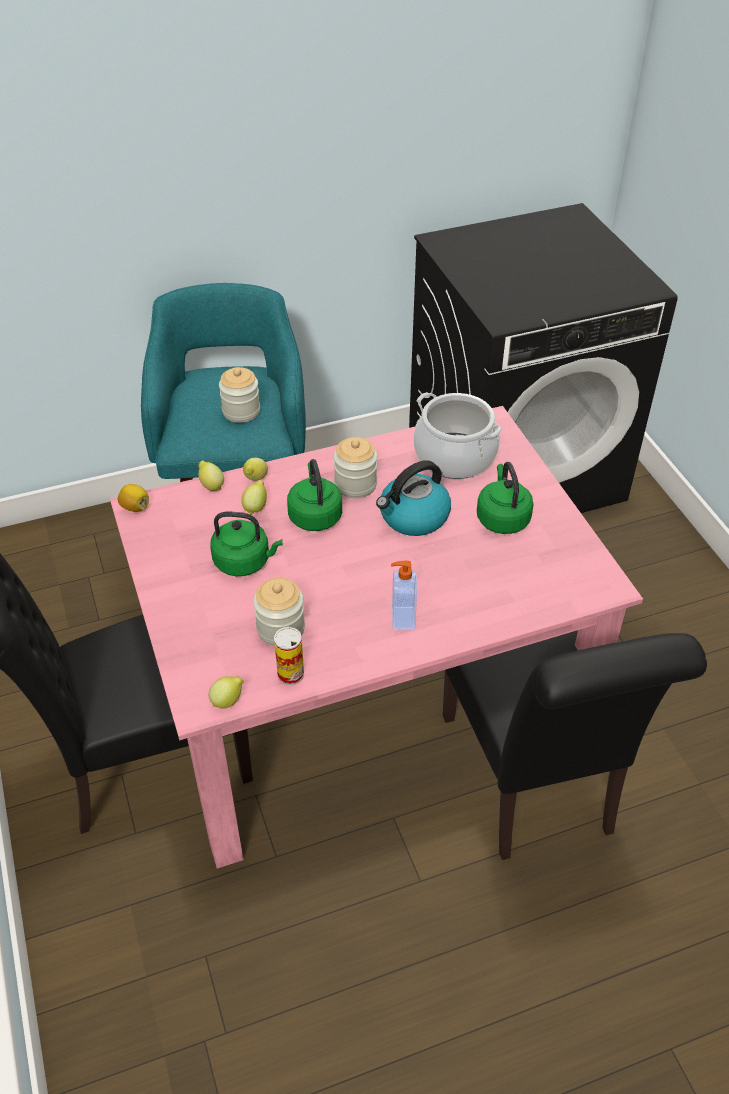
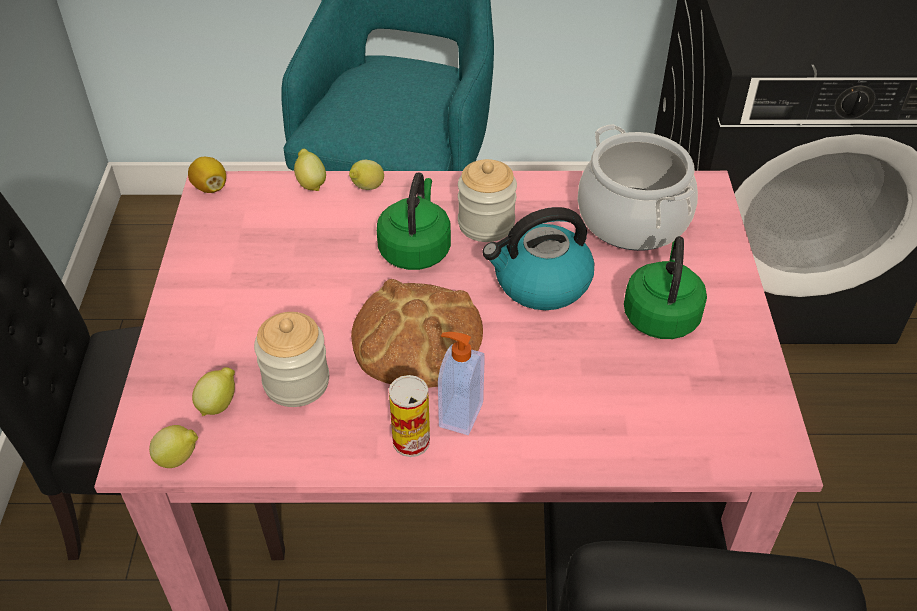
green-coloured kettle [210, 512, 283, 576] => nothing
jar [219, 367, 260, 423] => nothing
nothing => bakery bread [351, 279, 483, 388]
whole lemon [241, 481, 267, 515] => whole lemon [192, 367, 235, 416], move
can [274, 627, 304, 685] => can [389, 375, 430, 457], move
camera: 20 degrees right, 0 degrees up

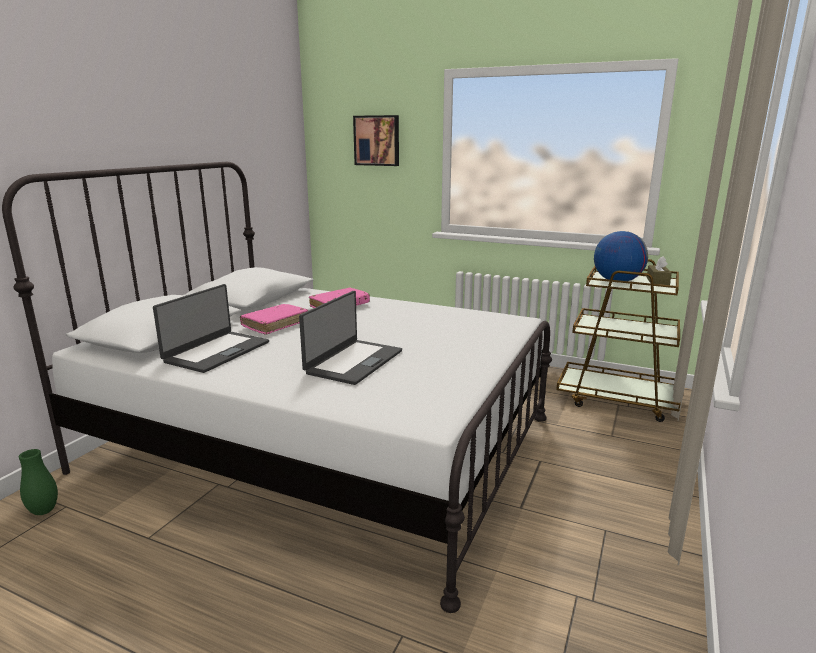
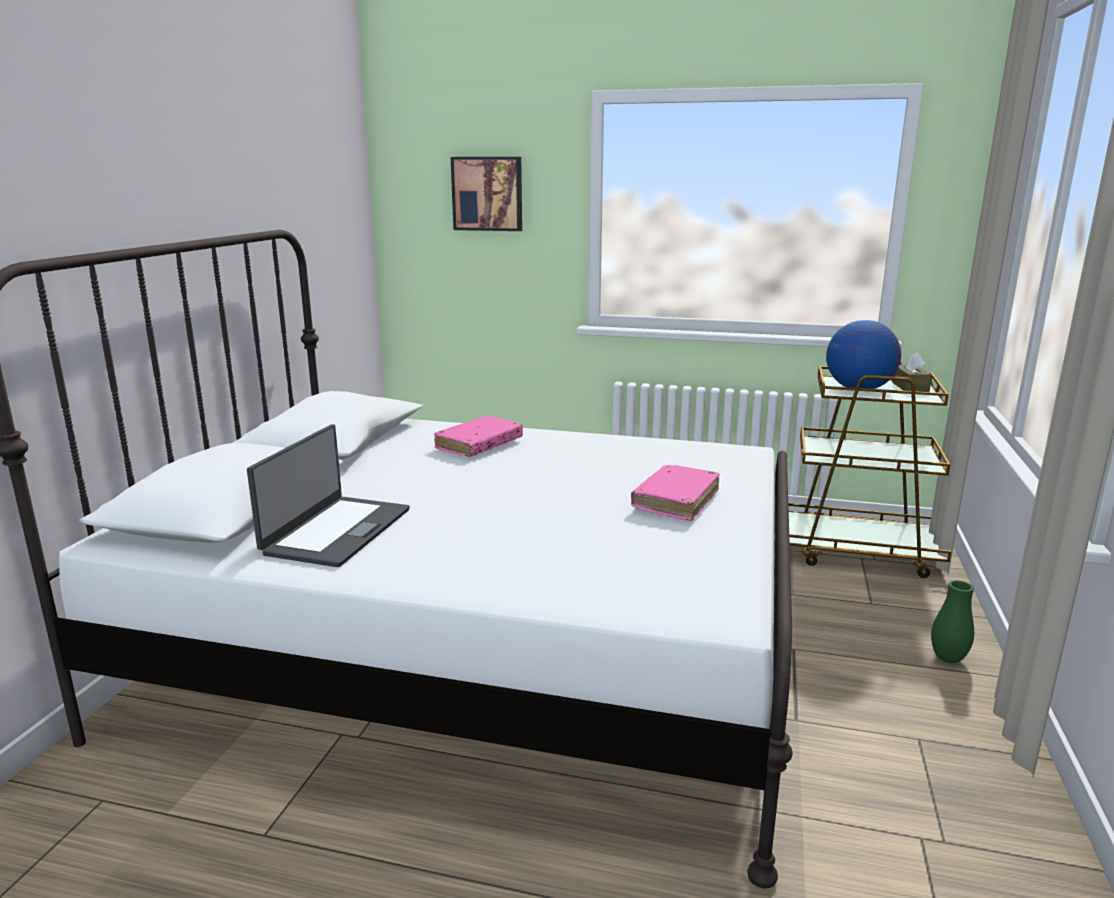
notebook computer [299, 291, 402, 385] => nothing
green-coloured flower vase [19, 449, 58, 515] => green-coloured flower vase [931, 580, 974, 663], move
pink-coloured bound book [240, 304, 308, 335] => pink-coloured bound book [631, 465, 720, 521], move
camera: 10 degrees left, 0 degrees up

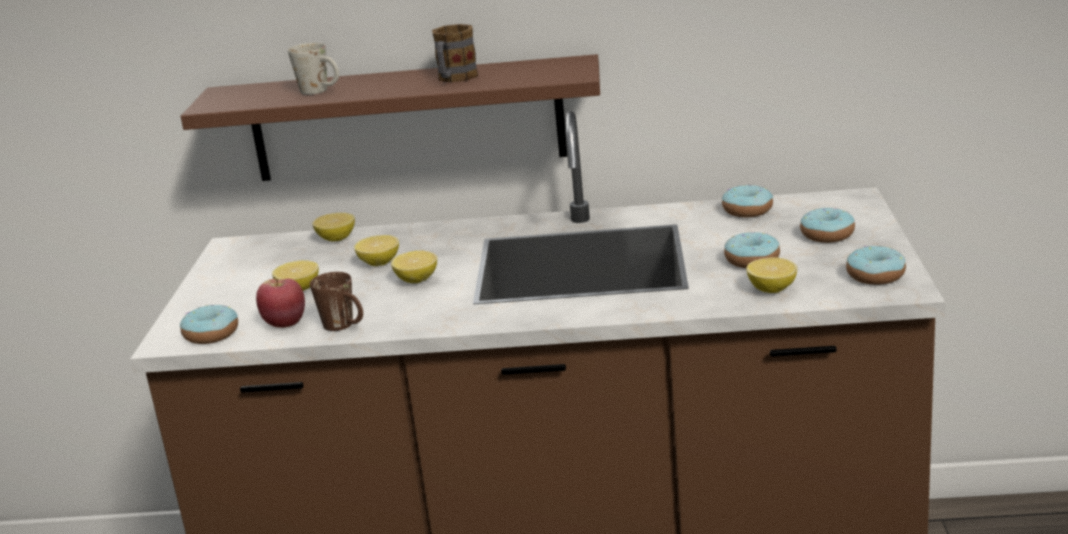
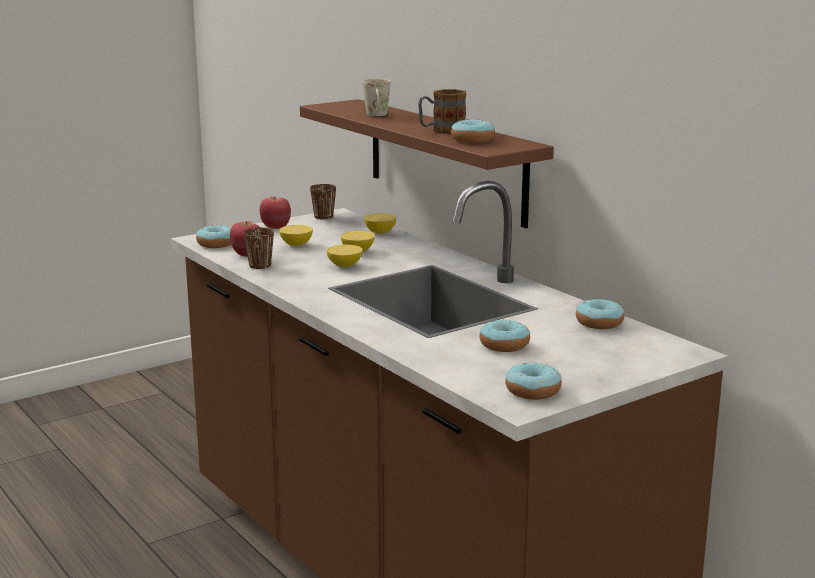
whole lemon [746, 257, 797, 293] => nothing
nothing => apple fruit [260, 196, 291, 229]
nothing => brownish mug [310, 184, 336, 219]
ring doughnut [800, 208, 855, 243] => ring doughnut [451, 120, 495, 143], move
camera: 50 degrees right, 5 degrees down

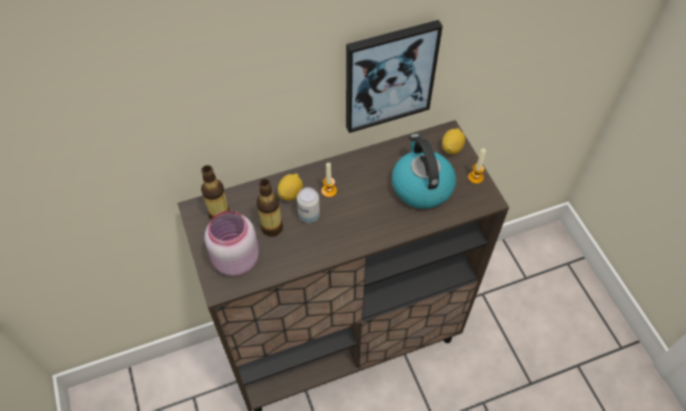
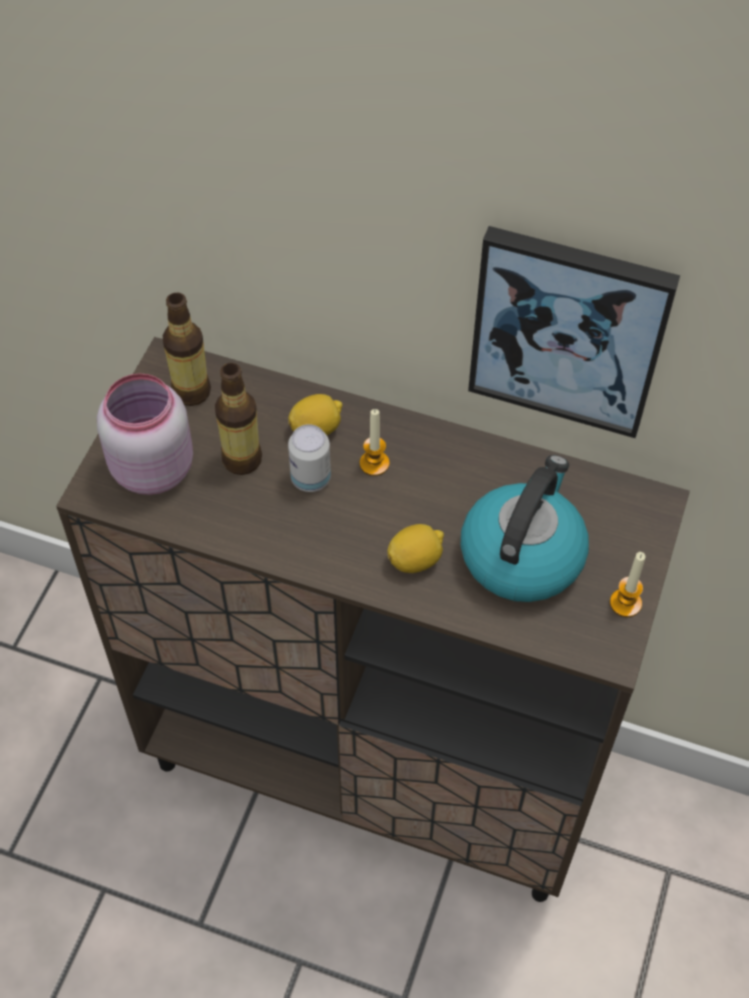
whole lemon [442, 128, 465, 154] => whole lemon [387, 524, 444, 573], move
camera: 40 degrees right, 0 degrees up

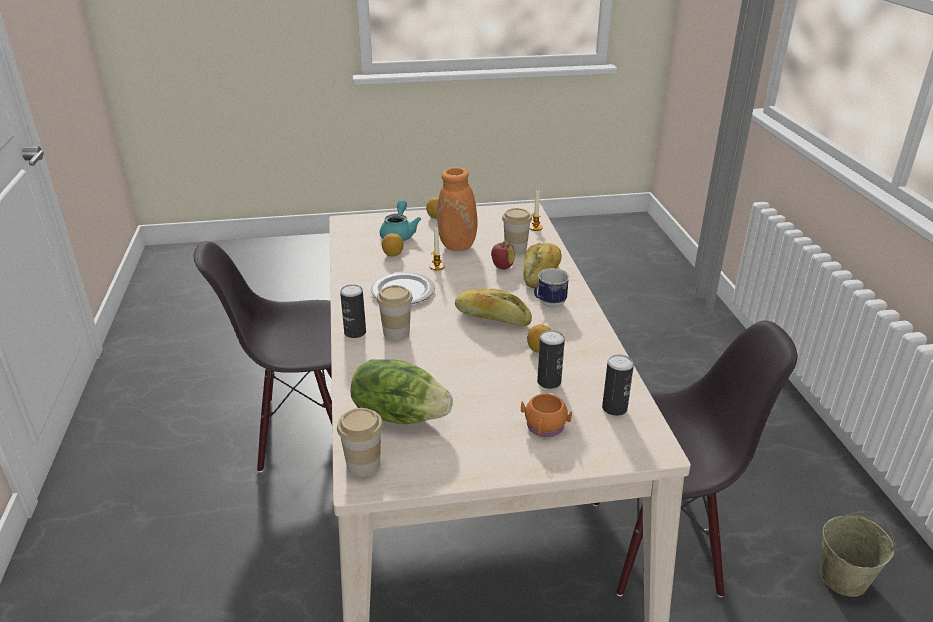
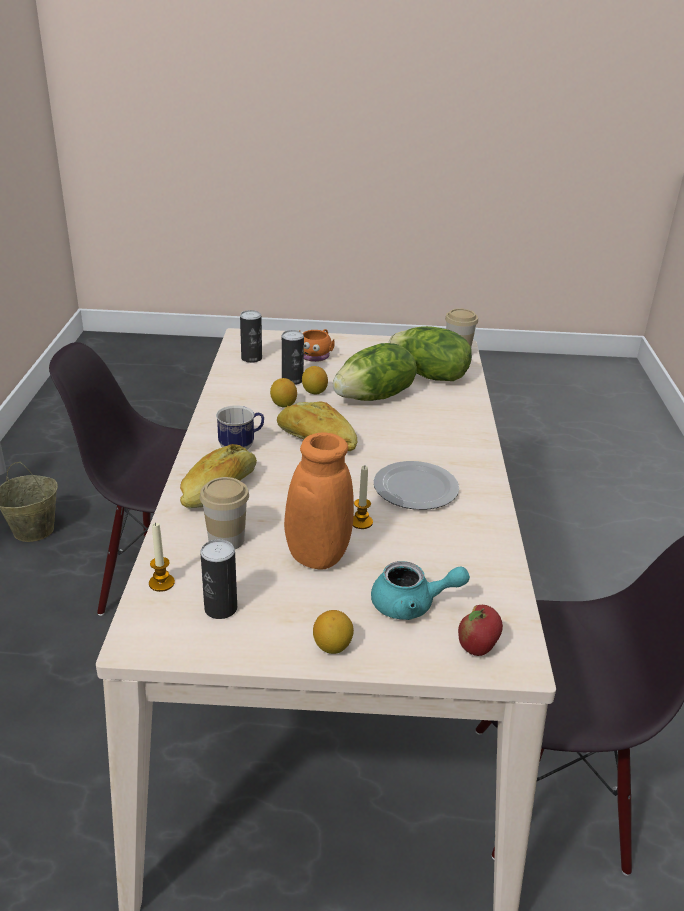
drinking cup [377, 285, 413, 340] => nothing
nothing => lettuce head [333, 343, 417, 401]
can [340, 284, 366, 338] => can [200, 539, 237, 619], move
whole lemon [382, 233, 404, 256] => whole lemon [302, 366, 328, 395], move
apple fruit [491, 241, 515, 270] => apple fruit [458, 605, 503, 656], move
turquoise pot for tea [379, 200, 421, 241] => turquoise pot for tea [371, 561, 470, 620], 105 degrees counterclockwise
camera: 170 degrees left, 0 degrees up

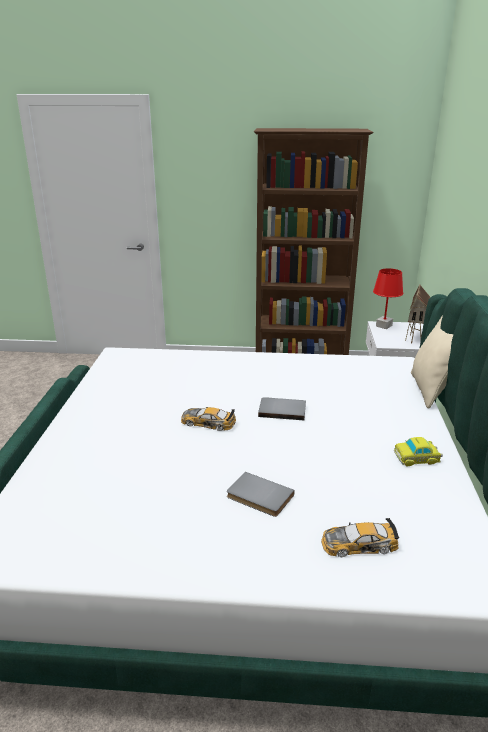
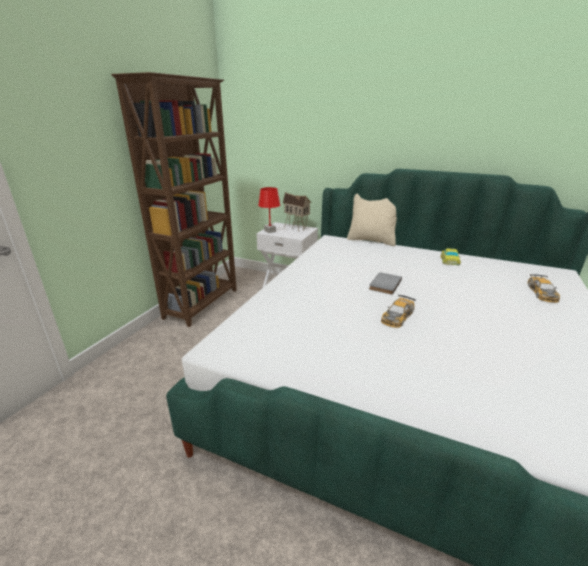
greyish bound book [227, 472, 295, 517] => nothing
camera: 70 degrees left, 0 degrees up

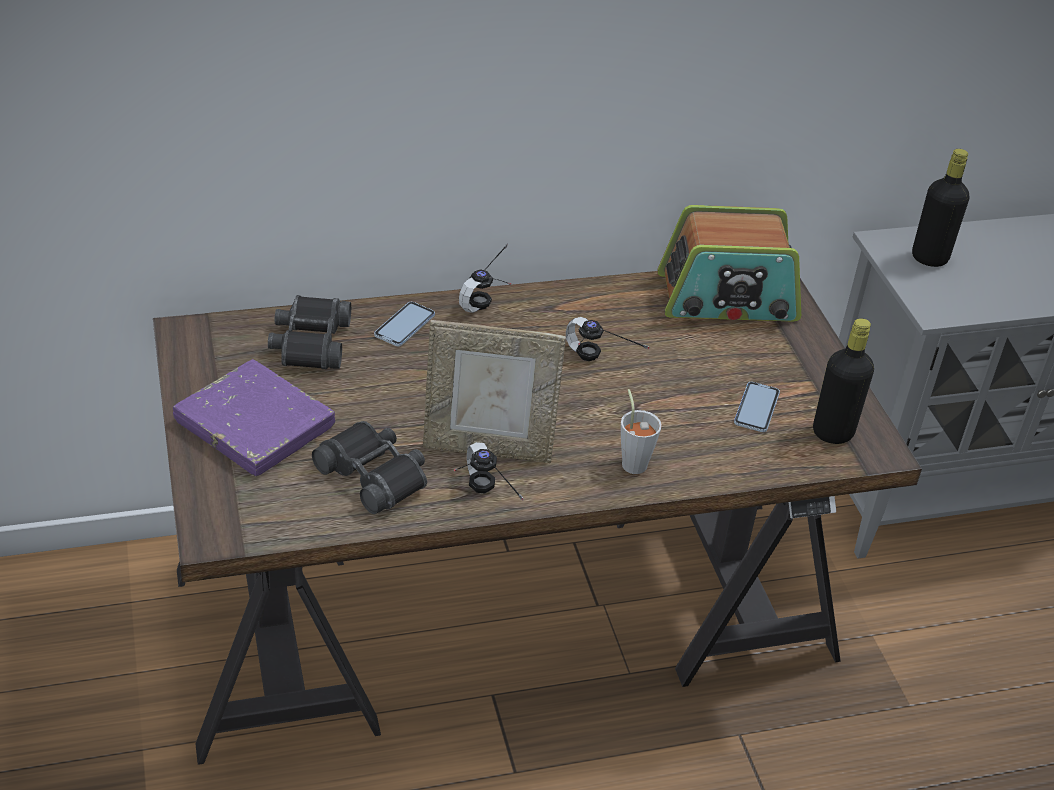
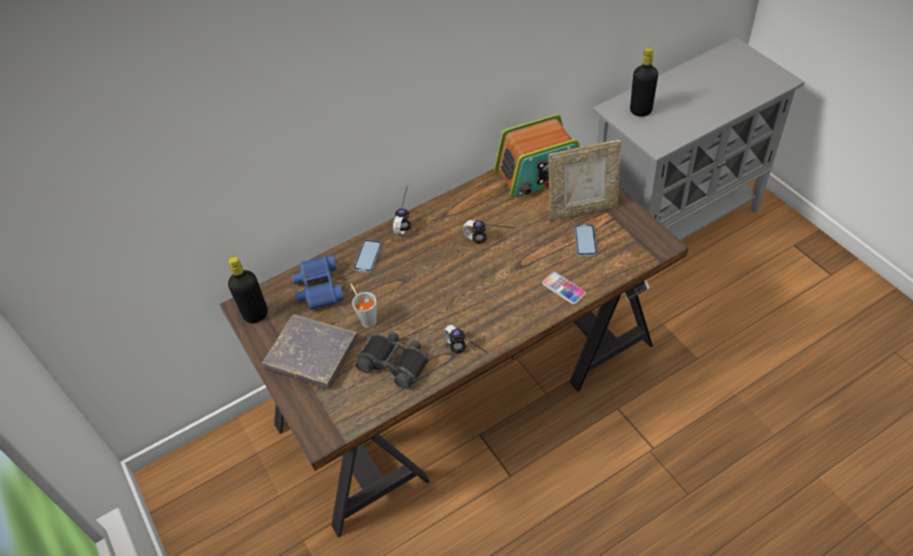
nothing => phone [542, 272, 586, 304]
picture frame [423, 320, 566, 463] => picture frame [548, 140, 621, 221], move
greyish drinking cup [621, 389, 662, 474] => greyish drinking cup [350, 284, 377, 328], move
black bottle [813, 318, 874, 444] => black bottle [228, 257, 268, 323], move
purple-coloured bound book [173, 359, 335, 477] => greyish bound book [262, 314, 358, 390]
black field glasses [268, 295, 351, 369] => bluish field glasses [292, 255, 344, 310]
camera: 10 degrees left, 10 degrees up

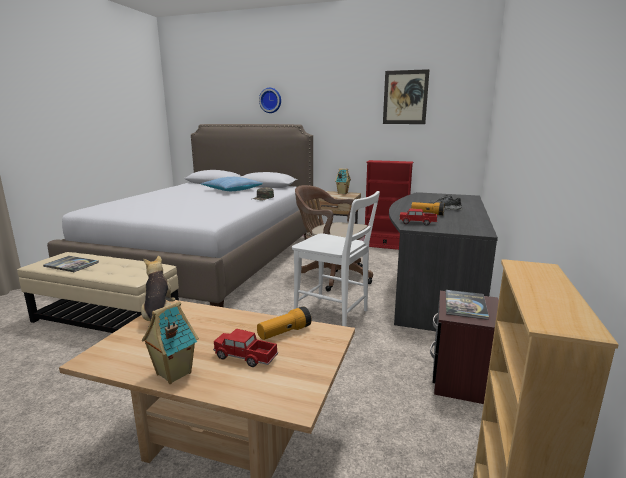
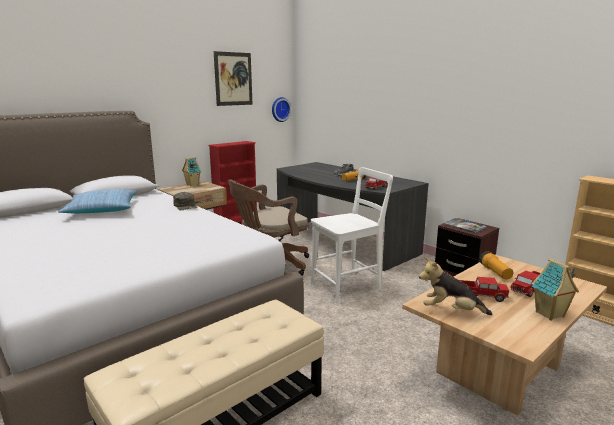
bound book [43, 256, 99, 272] => nothing
nothing => toy truck [460, 277, 509, 302]
clock on the wall [259, 88, 281, 113] => clock on the wall [272, 97, 291, 122], move
camera: 60 degrees left, 0 degrees up

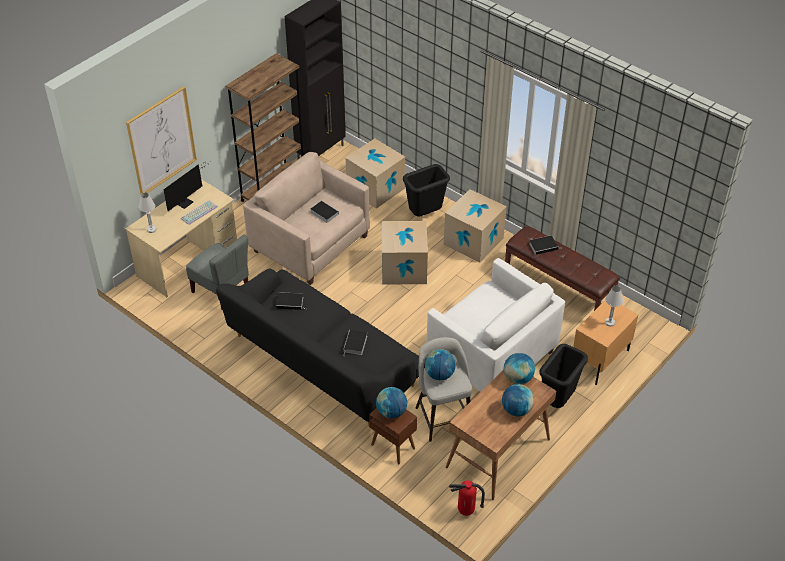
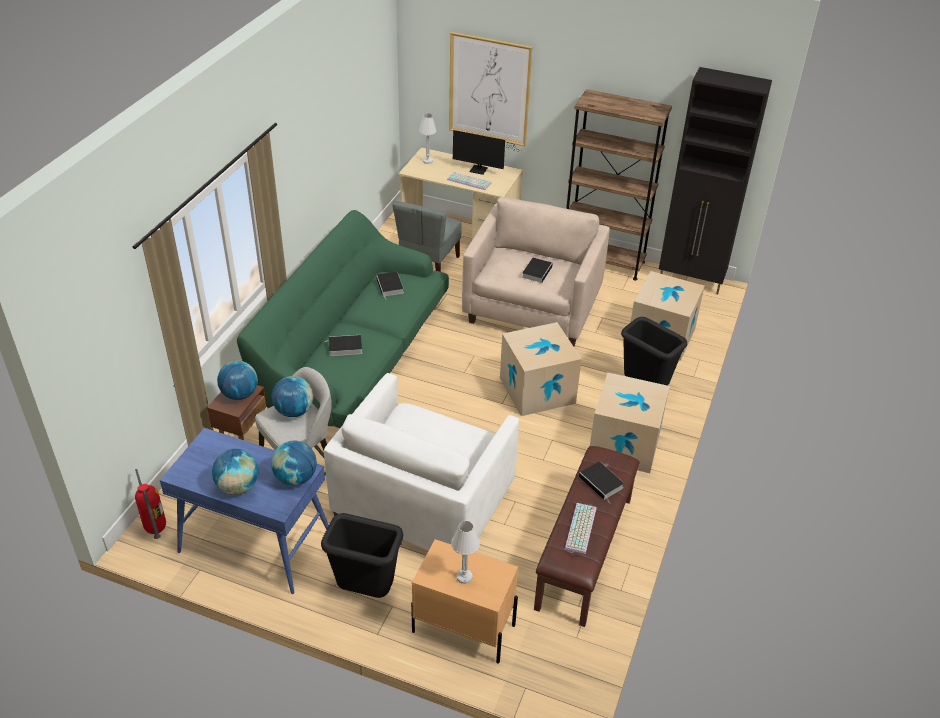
nothing => PC keyboard [565, 503, 597, 554]
black settee [216, 268, 425, 426] => green-coloured settee [237, 210, 449, 428]
brownish desk unit [445, 370, 556, 500] => bluish desk unit [160, 428, 329, 594]
camera: 70 degrees right, 5 degrees down

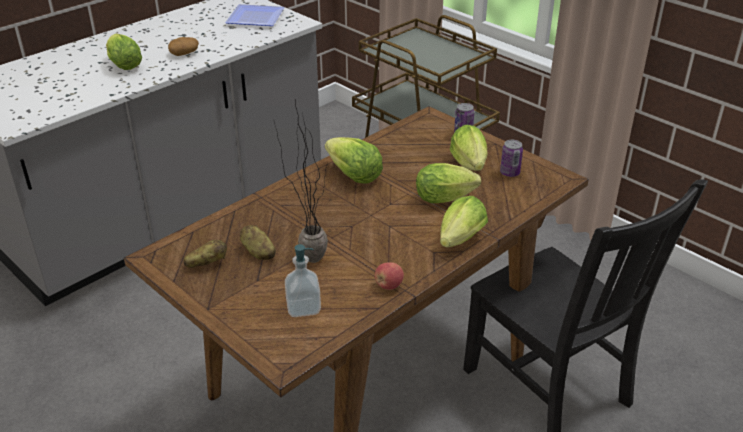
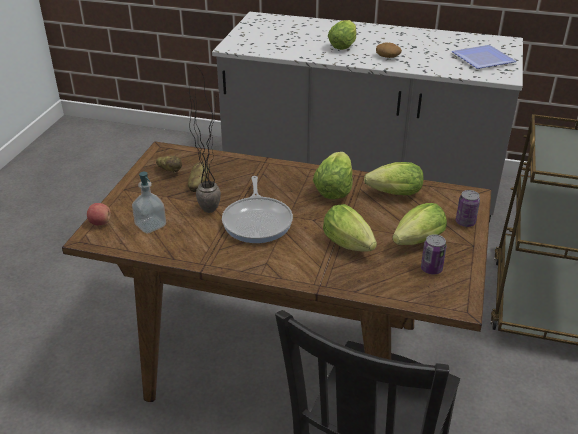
nothing => pan [222, 176, 293, 243]
apple fruit [375, 262, 404, 290] => apple fruit [87, 203, 111, 225], move
lettuce head [440, 196, 488, 247] => lettuce head [364, 162, 424, 195], move
camera: 60 degrees right, 0 degrees up

